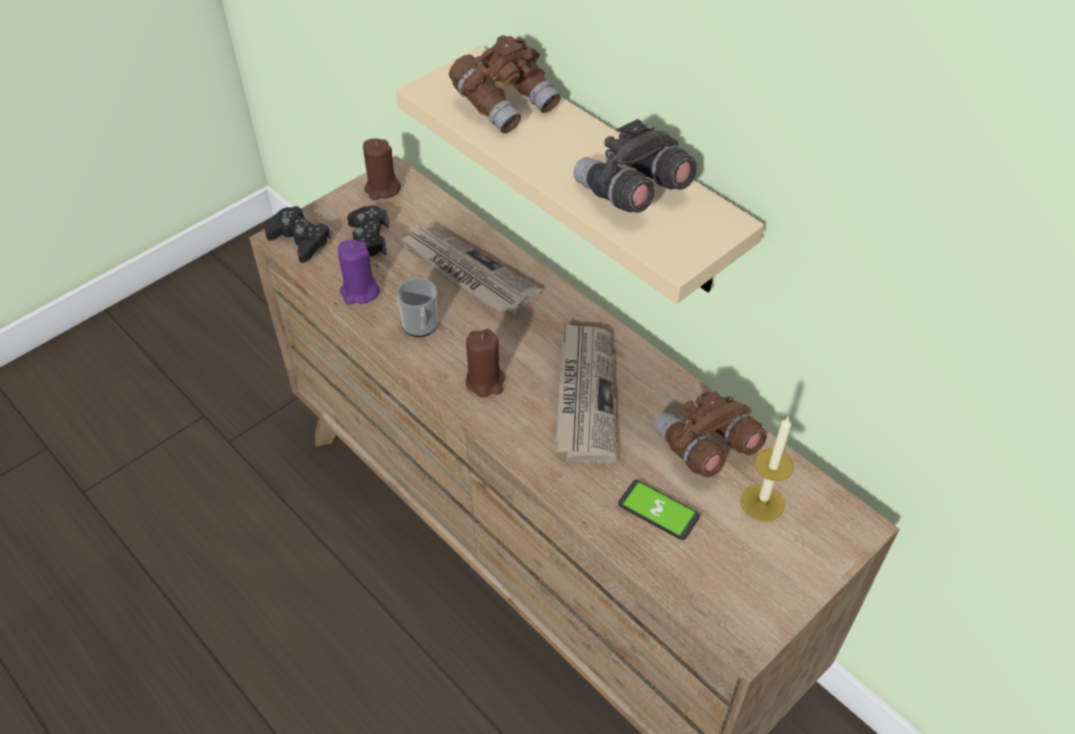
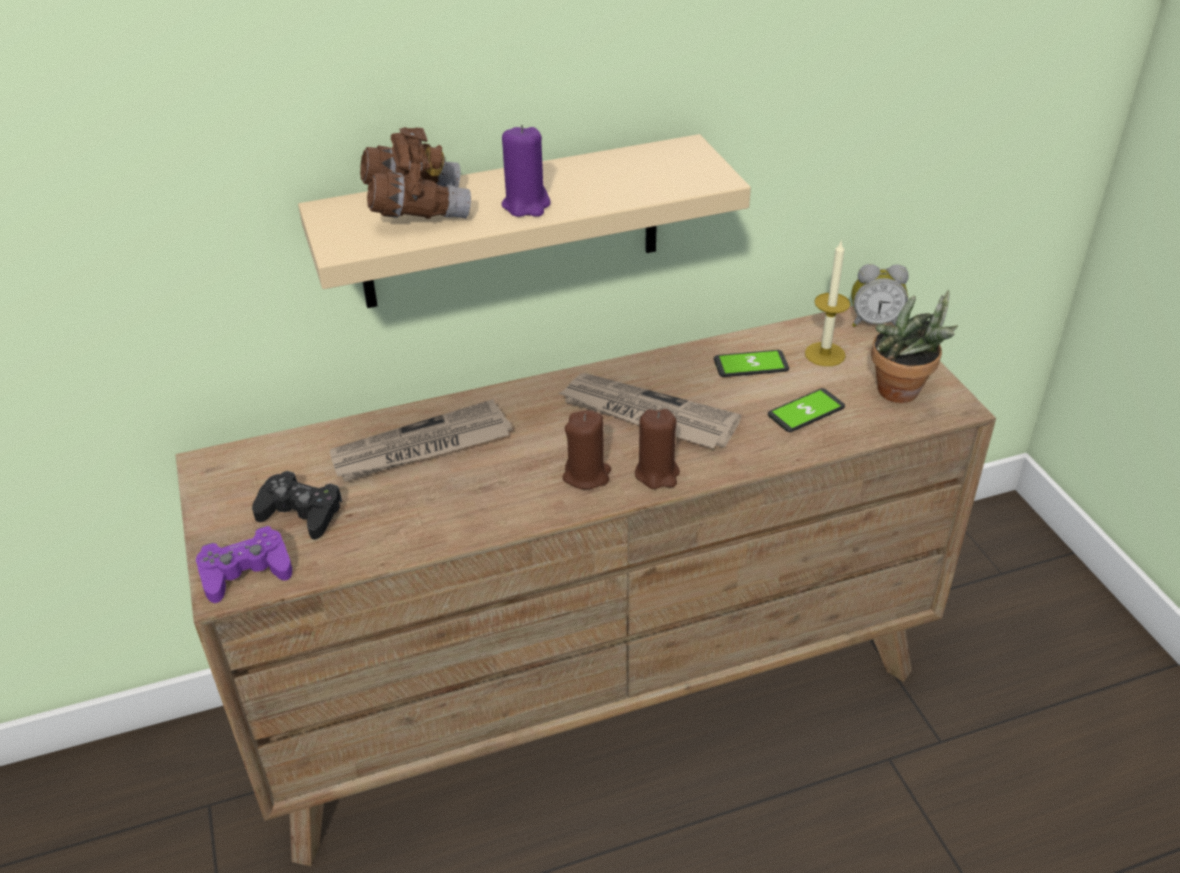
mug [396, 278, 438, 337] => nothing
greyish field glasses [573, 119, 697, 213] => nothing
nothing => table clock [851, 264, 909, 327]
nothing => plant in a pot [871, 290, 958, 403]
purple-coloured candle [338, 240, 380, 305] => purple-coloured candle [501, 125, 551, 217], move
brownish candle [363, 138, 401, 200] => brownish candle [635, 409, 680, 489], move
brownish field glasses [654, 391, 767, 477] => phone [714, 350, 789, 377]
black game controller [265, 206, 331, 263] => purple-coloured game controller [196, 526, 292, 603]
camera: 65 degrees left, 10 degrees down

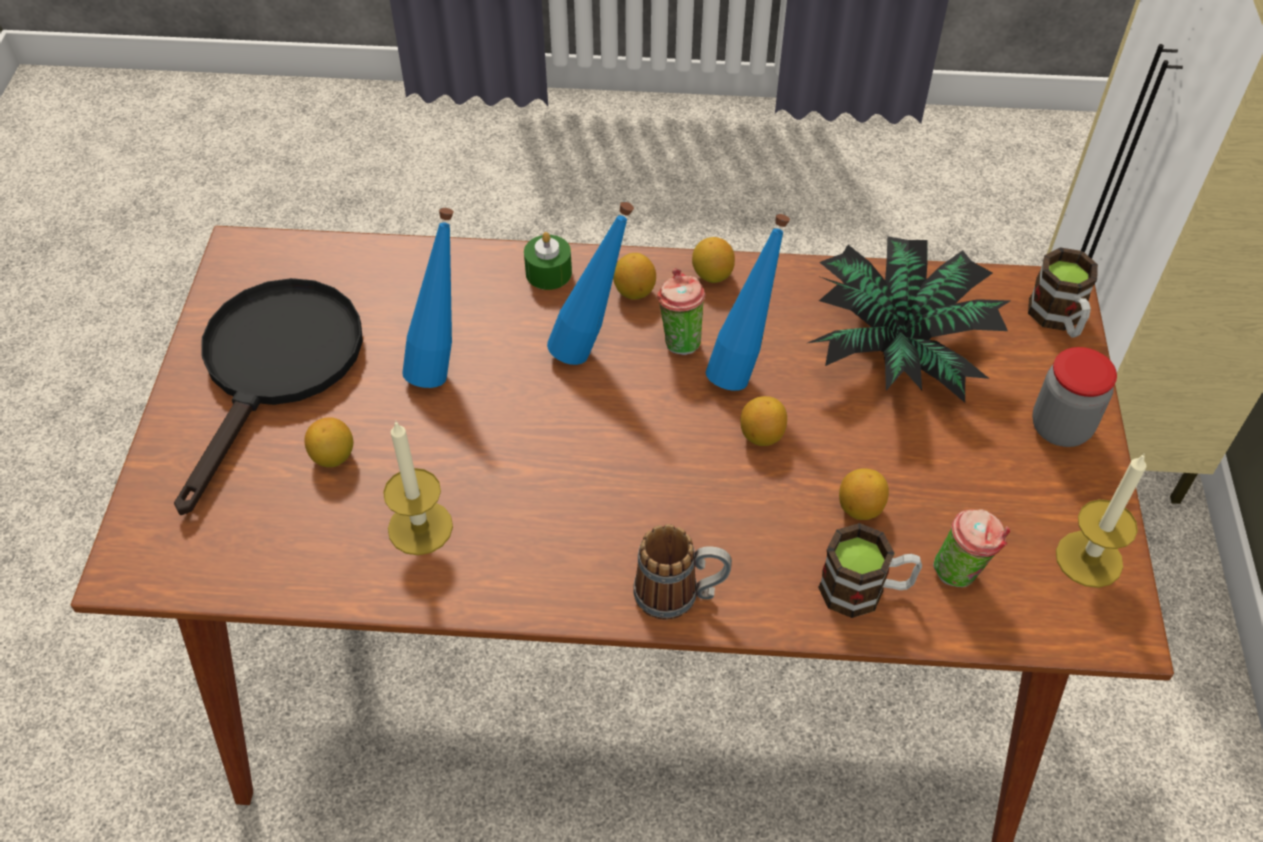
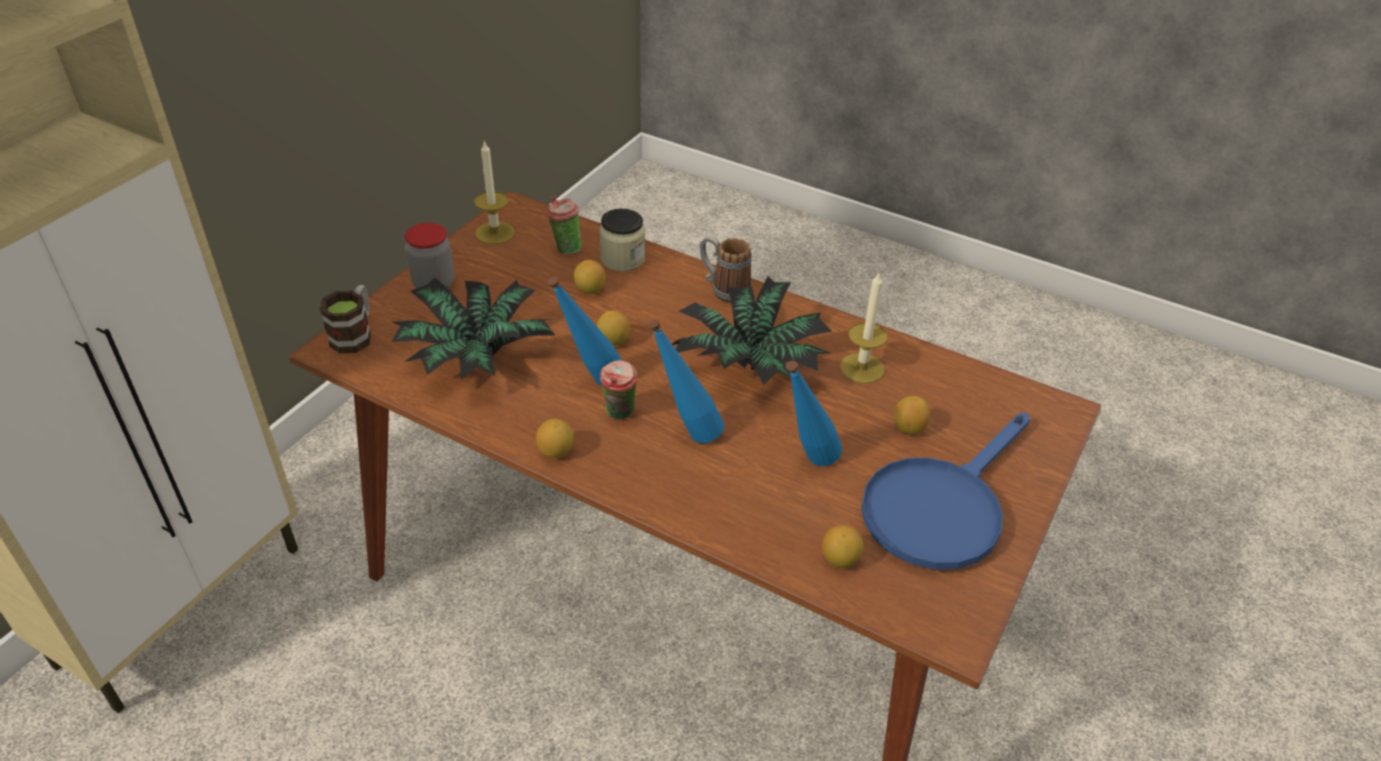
green-coloured candle [524, 232, 572, 290] => nothing
nothing => plant in a pot [672, 276, 832, 385]
whole lemon [613, 253, 656, 300] => whole lemon [822, 525, 864, 568], move
mug [818, 523, 922, 618] => jar [599, 209, 645, 272]
black pan [174, 278, 363, 515] => bluish pan [861, 413, 1030, 570]
camera: 155 degrees left, 10 degrees down

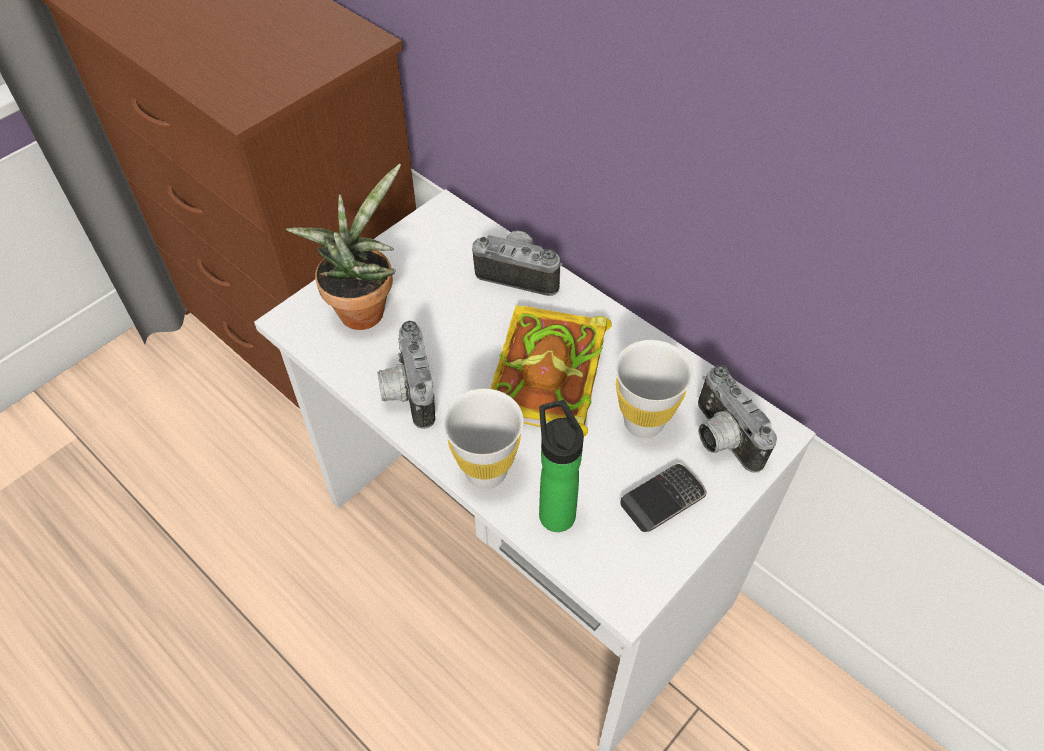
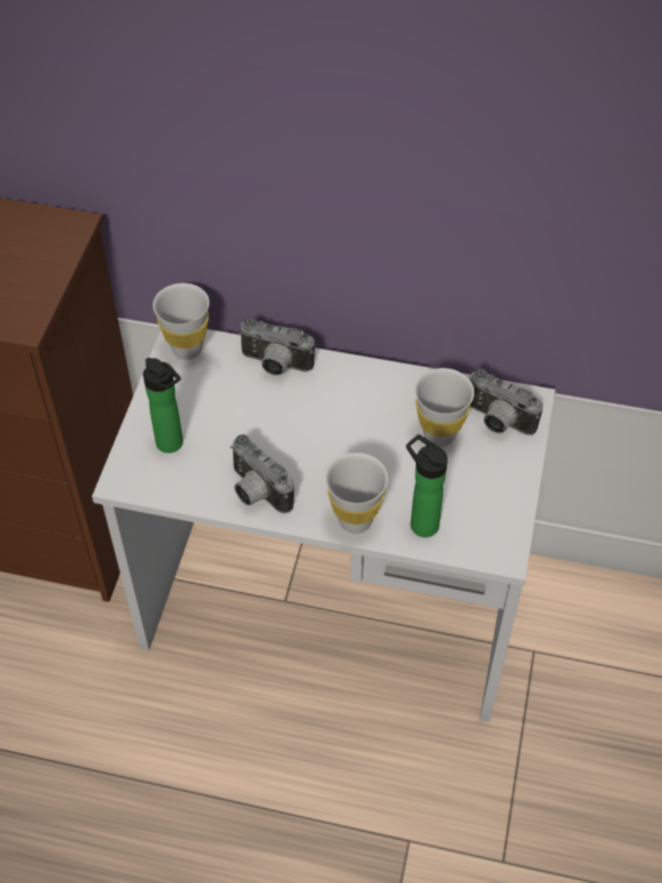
bound book [490, 305, 612, 436] => nothing
phone [620, 463, 707, 532] => nothing
nothing => white drinking cup [153, 283, 209, 360]
plant in a pot [286, 164, 401, 330] => bottle [143, 358, 183, 453]
still camera [472, 231, 563, 296] => still camera [238, 317, 315, 376], 150 degrees counterclockwise
camera: 30 degrees left, 0 degrees up

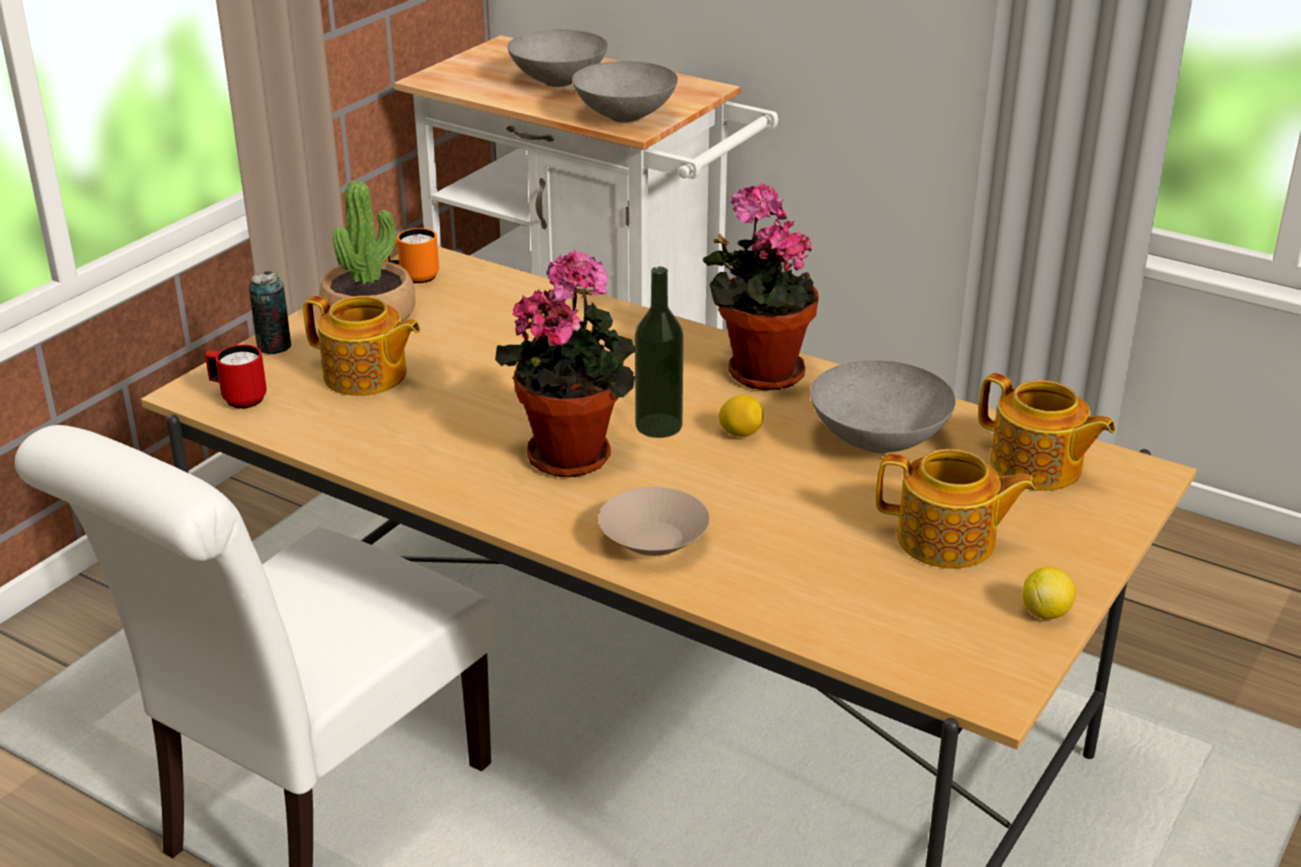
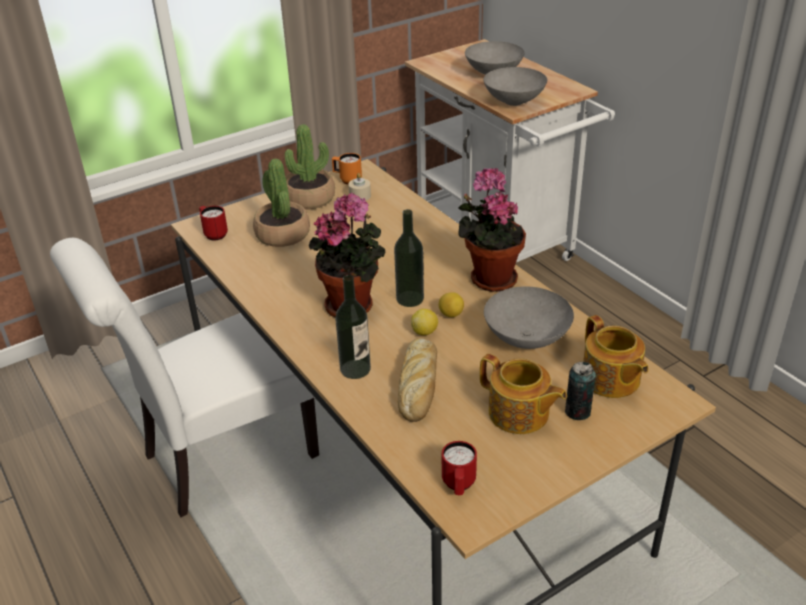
nothing => beige-coloured candle [348, 173, 371, 200]
nothing => bakery bread [398, 338, 437, 422]
nothing => red-coloured mug [442, 441, 477, 495]
can [249, 271, 291, 354] => can [565, 361, 596, 420], move
whole lemon [1023, 567, 1076, 619] => whole lemon [411, 309, 438, 336], move
pot for tea [303, 296, 421, 396] => plant in a pot [253, 159, 310, 247]
beige-coloured serving bowl [598, 487, 710, 556] => bottle [335, 275, 371, 379]
camera: 25 degrees right, 5 degrees up

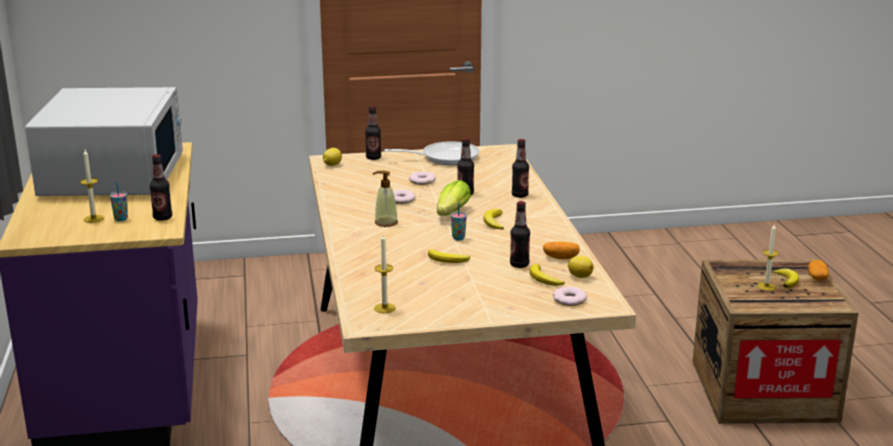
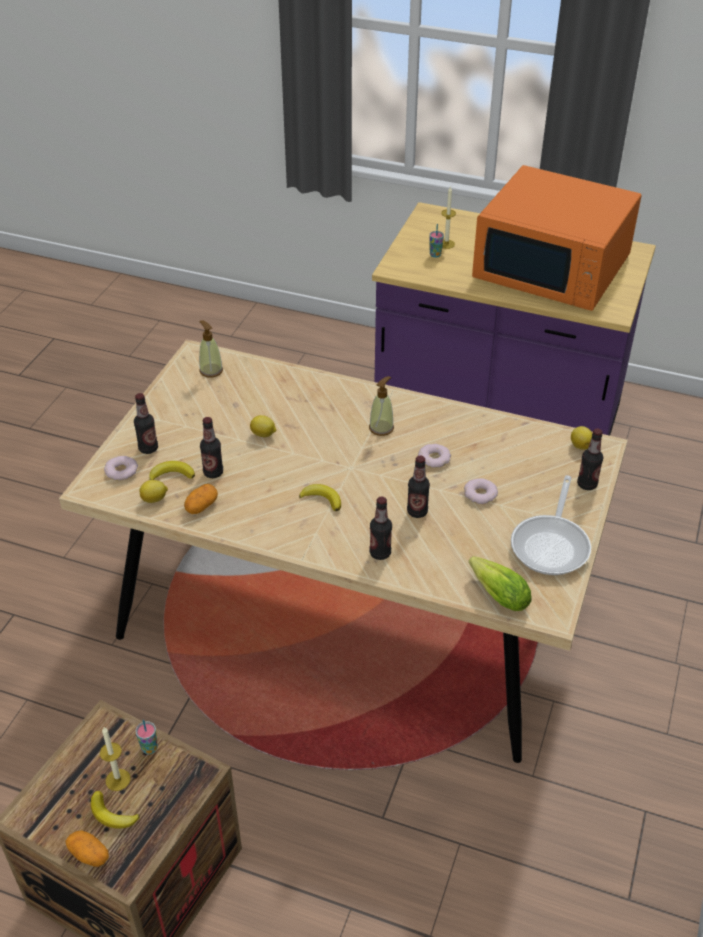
bottle [150, 154, 172, 220] => bottle [134, 393, 158, 454], move
lettuce head [437, 180, 471, 216] => lettuce head [469, 556, 532, 611], move
drinking cup [451, 203, 467, 241] => drinking cup [135, 720, 158, 754], move
candle [374, 234, 396, 313] => soap dispenser [199, 320, 223, 377]
banana fruit [428, 249, 470, 263] => whole lemon [250, 415, 276, 437]
white microwave oven [25, 87, 183, 196] => orange microwave oven [472, 165, 642, 311]
camera: 120 degrees right, 20 degrees up

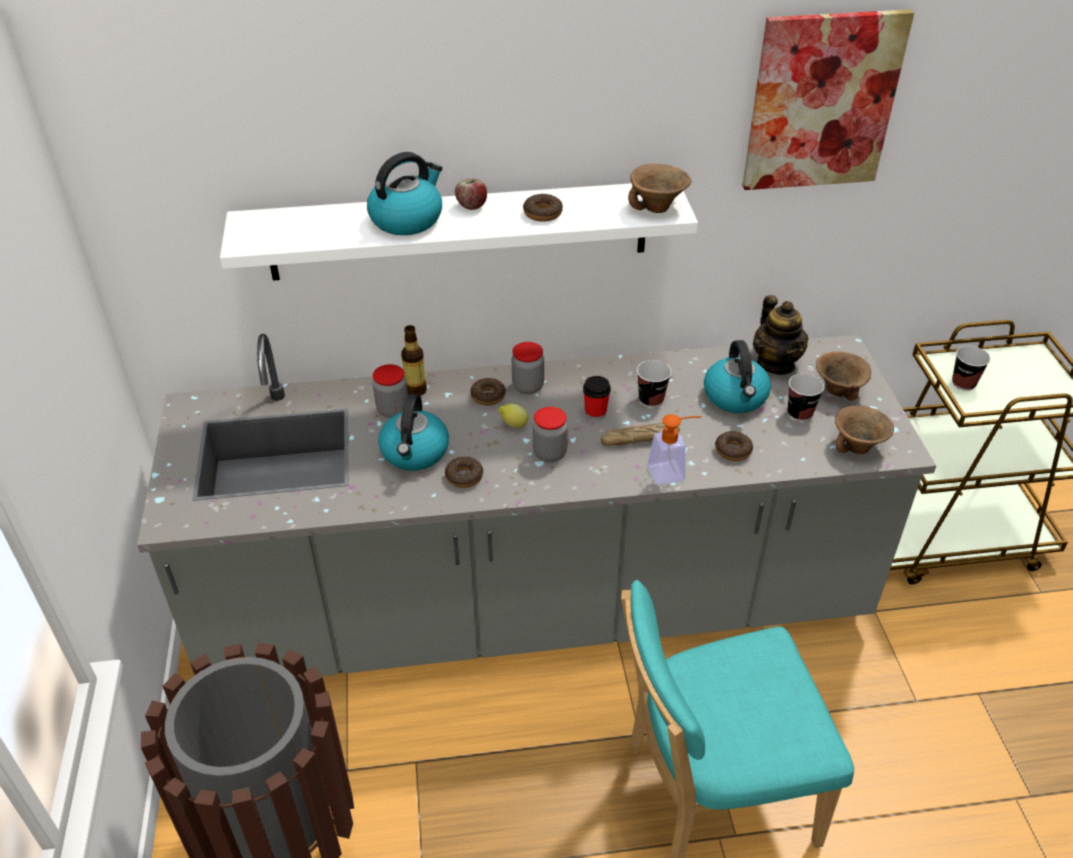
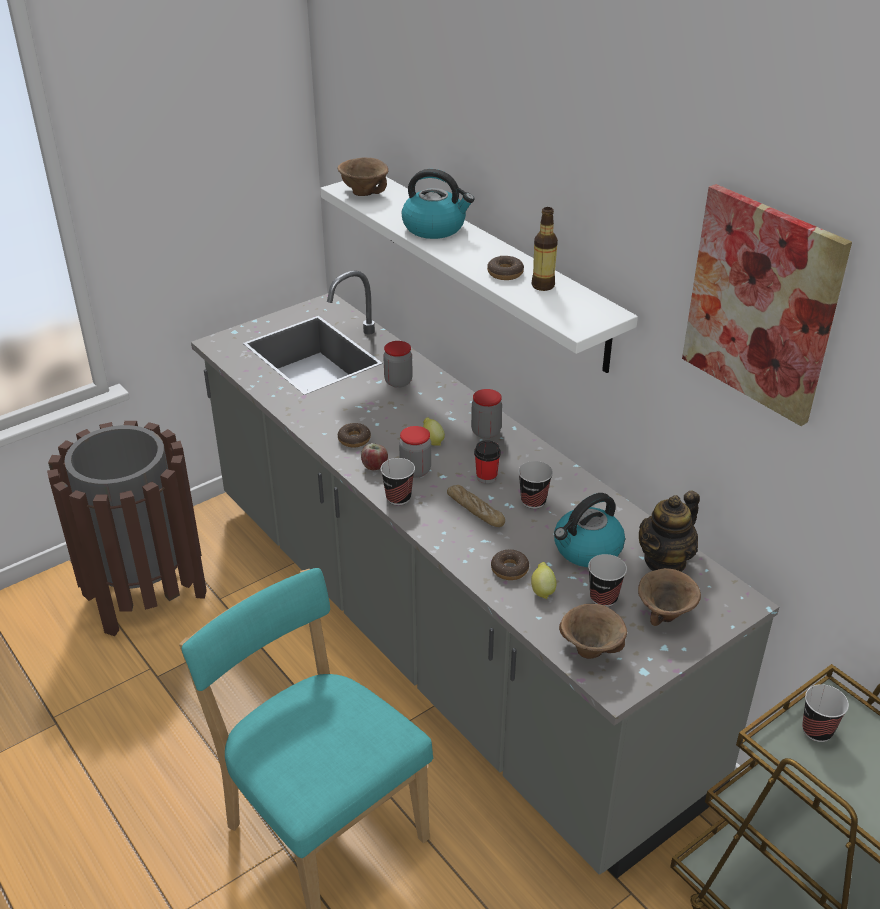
kettle [378, 393, 449, 471] => nothing
ring doughnut [470, 378, 506, 405] => nothing
soap dispenser [647, 414, 702, 485] => nothing
nothing => drinking cup [381, 458, 415, 505]
nothing => whole lemon [531, 562, 556, 599]
bottle [401, 325, 427, 396] => bottle [532, 207, 558, 291], move
apple fruit [455, 179, 487, 210] => apple fruit [361, 443, 388, 470], move
brownish serving bowl [628, 164, 691, 213] => brownish serving bowl [337, 157, 388, 196], move
camera: 60 degrees right, 5 degrees down

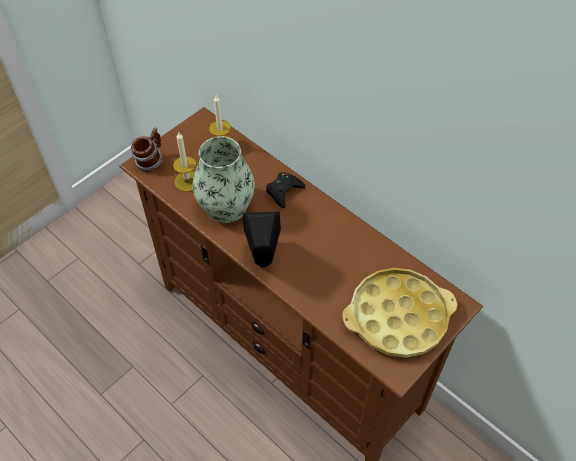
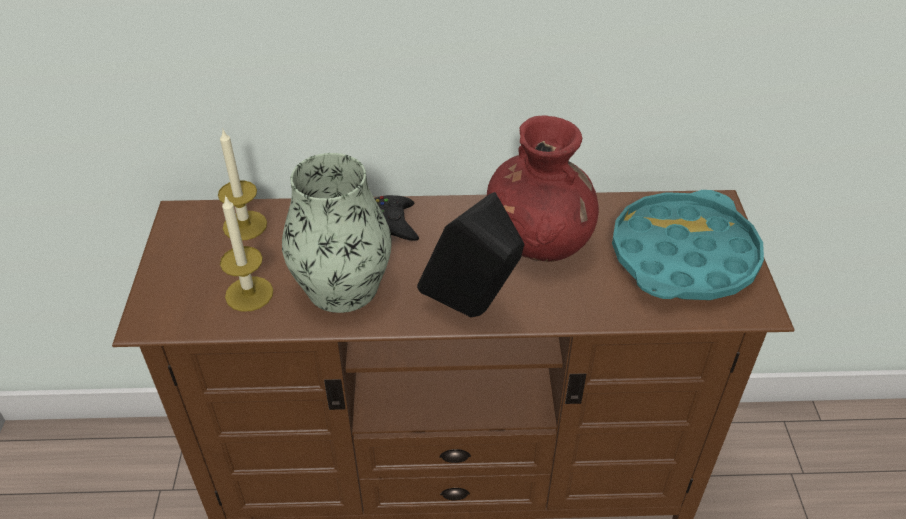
mug [131, 128, 163, 172] => nothing
nothing => red-coloured flower vase [487, 115, 599, 262]
yellowish serving tray [342, 268, 457, 358] => turquoise serving tray [612, 190, 764, 300]
camera: 45 degrees left, 10 degrees down

